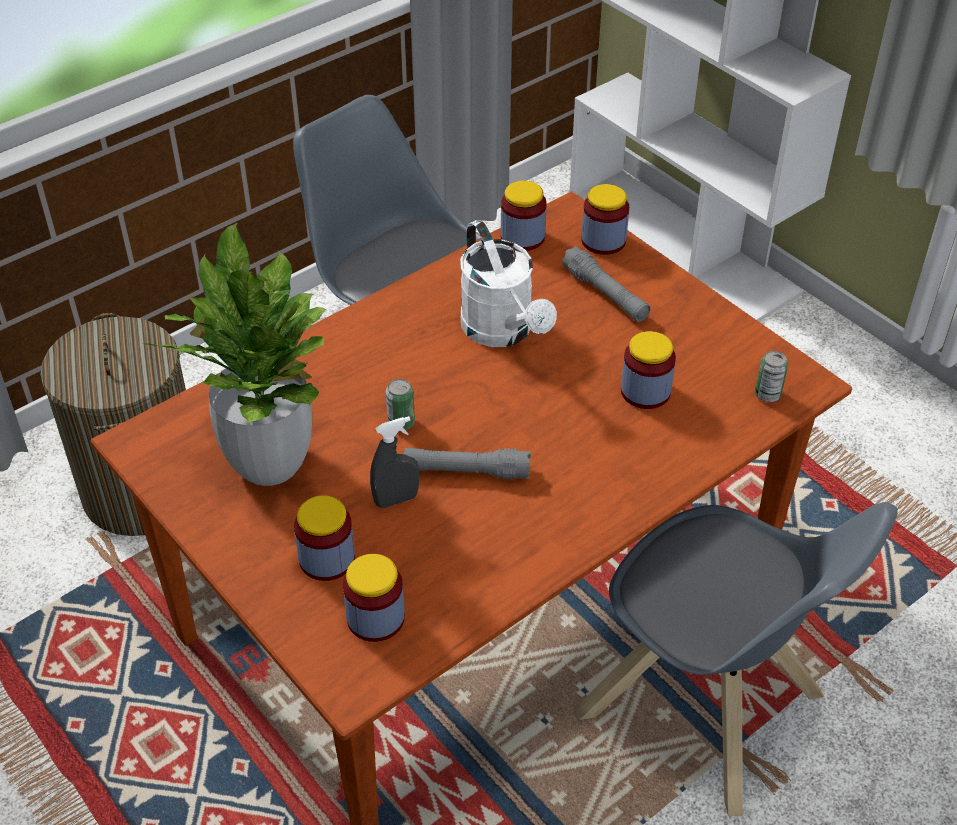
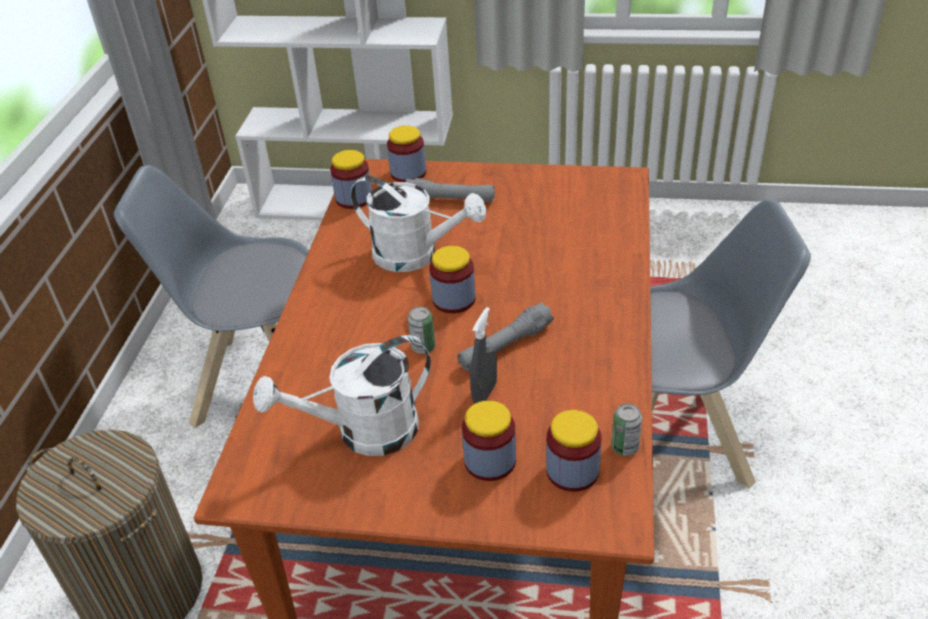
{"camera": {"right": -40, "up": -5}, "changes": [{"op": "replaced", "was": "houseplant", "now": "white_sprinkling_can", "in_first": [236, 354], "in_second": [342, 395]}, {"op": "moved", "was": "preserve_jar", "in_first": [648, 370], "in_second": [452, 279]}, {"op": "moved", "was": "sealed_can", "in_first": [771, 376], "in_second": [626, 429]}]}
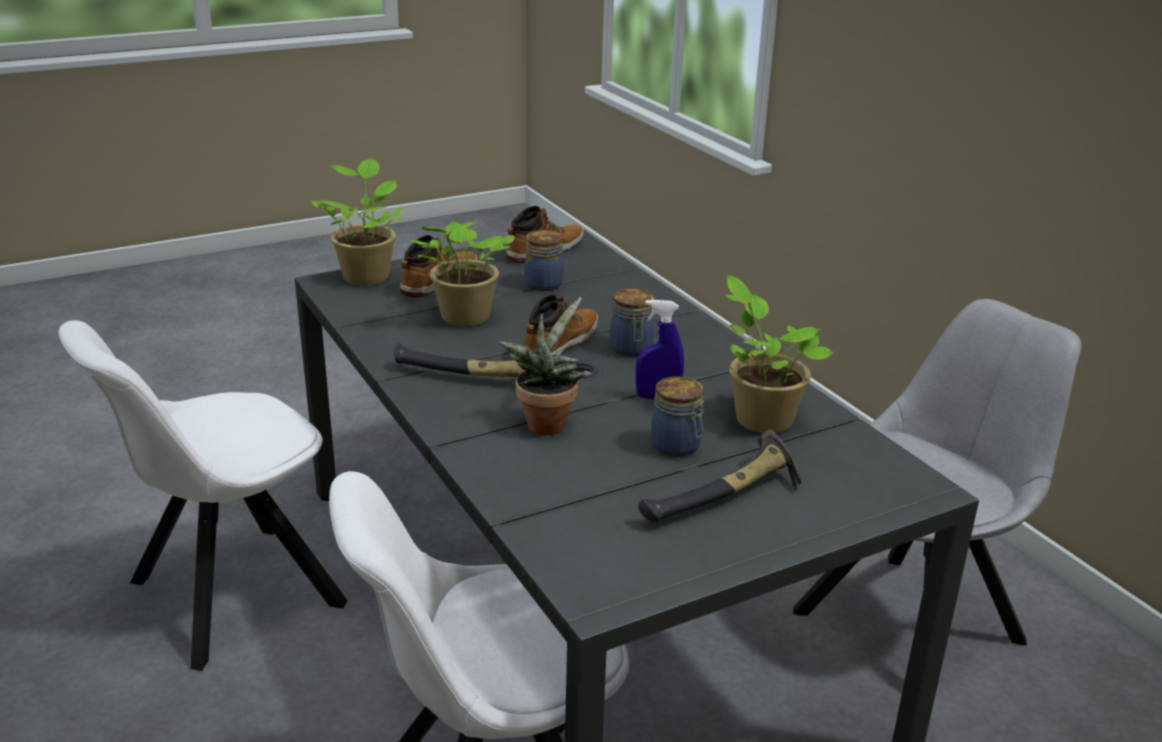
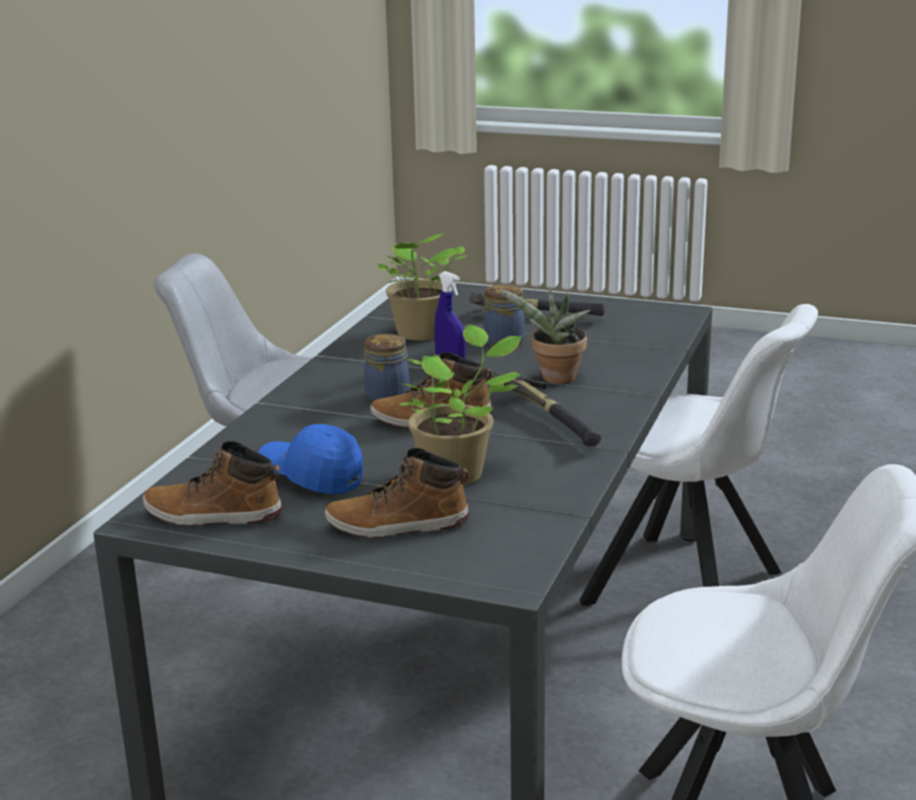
{"camera": {"right": -130, "up": -5}, "changes": [{"op": "removed", "was": "houseplant", "in_first": [356, 222]}, {"op": "replaced", "was": "preserve_jar", "now": "blue-coloured_peaked_cap", "in_first": [544, 260], "in_second": [310, 459]}]}
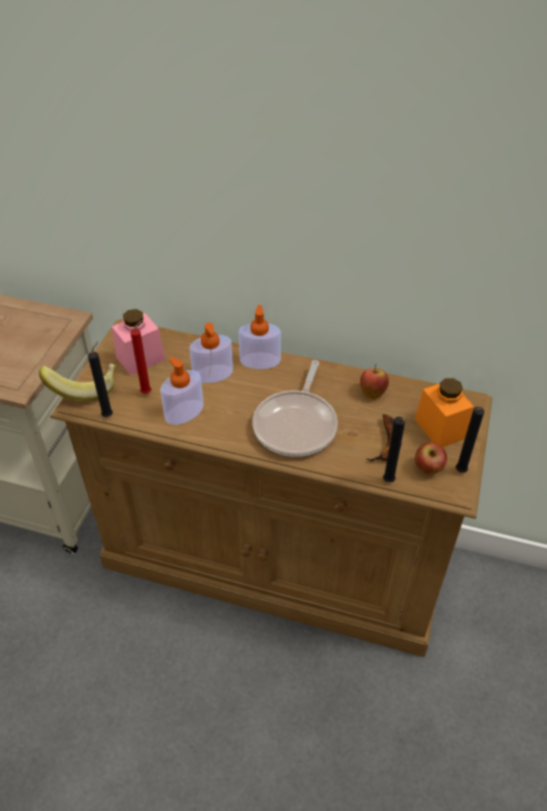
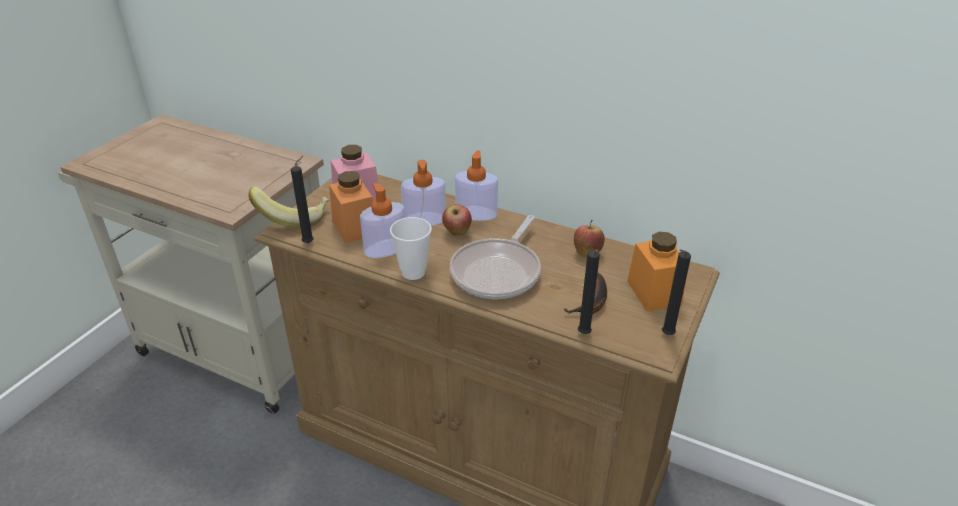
{"camera": {"right": 10, "up": -10}, "changes": [{"op": "replaced", "was": "red-coloured_wax_candle", "now": "orangey_preserve_jar", "in_first": [140, 357], "in_second": [351, 207]}, {"op": "moved", "was": "apple", "in_first": [431, 458], "in_second": [457, 220]}, {"op": "added", "now": "cup", "in_second": [411, 248]}]}
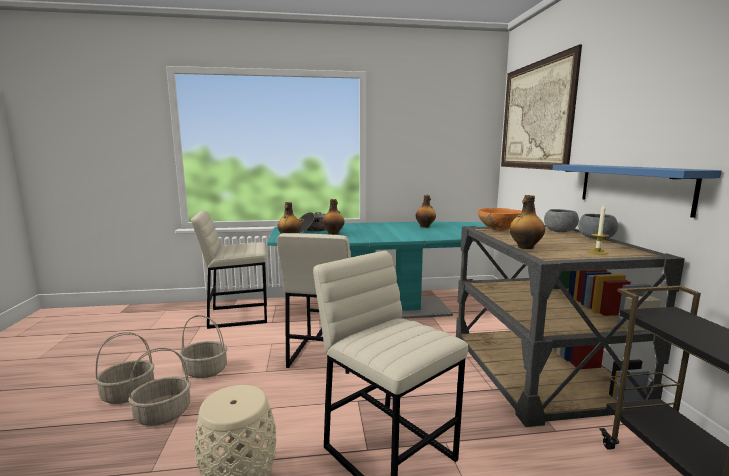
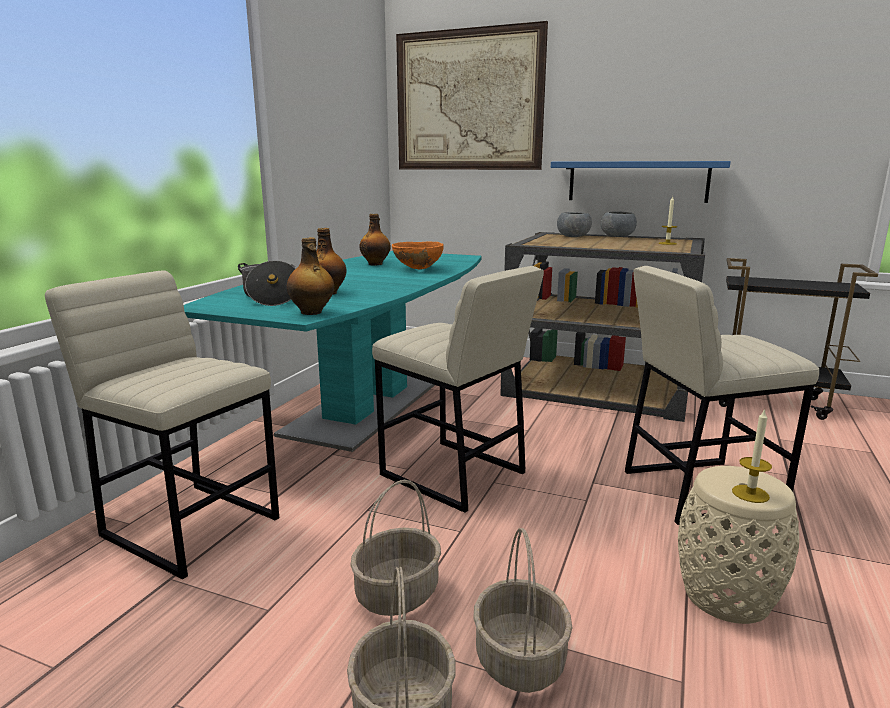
{"camera": {"right": -60, "up": 5}, "changes": [{"op": "removed", "was": "beverage_bottle", "in_first": [527, 222]}, {"op": "moved", "was": "orangey_bowl", "in_first": [500, 219], "in_second": [418, 255]}, {"op": "turned", "was": "beige-coloured_chair", "in_first": [229, 270], "in_second": [162, 424], "clockwise": 105}, {"op": "added", "now": "wax_candle", "in_second": [752, 456]}]}
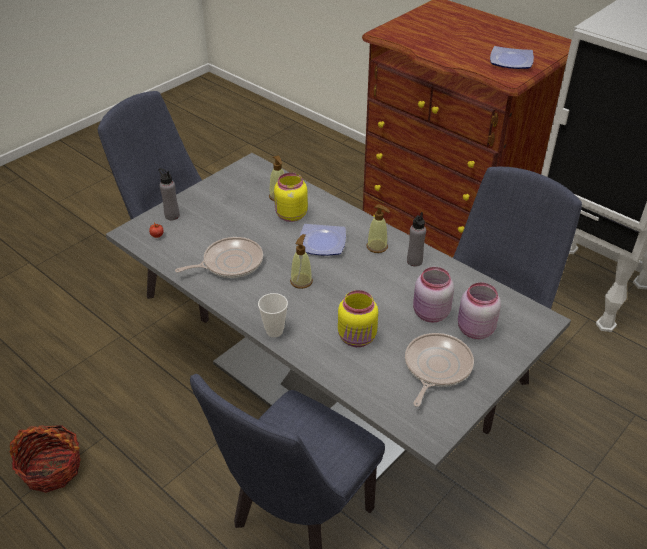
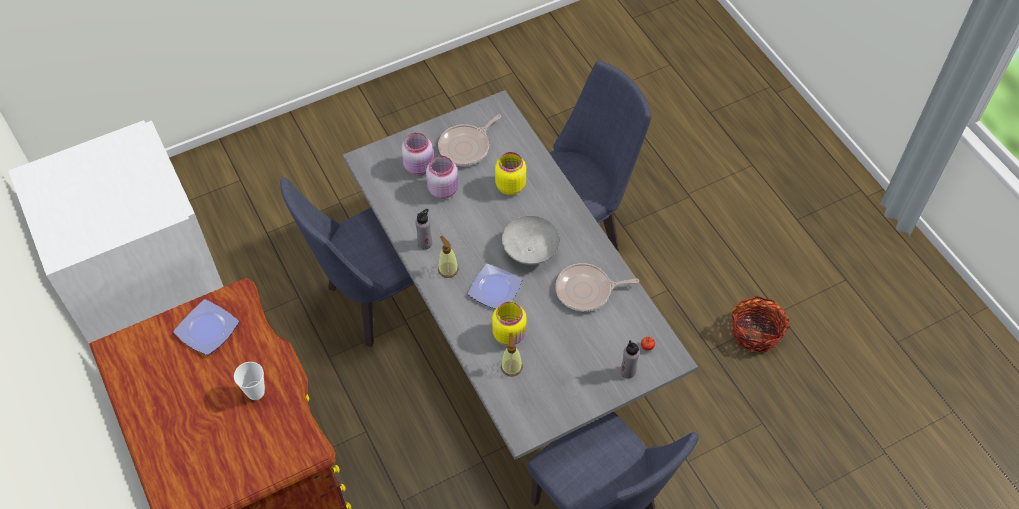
{"camera": {"right": -160, "up": 15}, "changes": [{"op": "replaced", "was": "soap_dispenser", "now": "greyish_bowl", "in_first": [301, 261], "in_second": [531, 240]}, {"op": "moved", "was": "cup", "in_first": [273, 315], "in_second": [249, 381]}]}
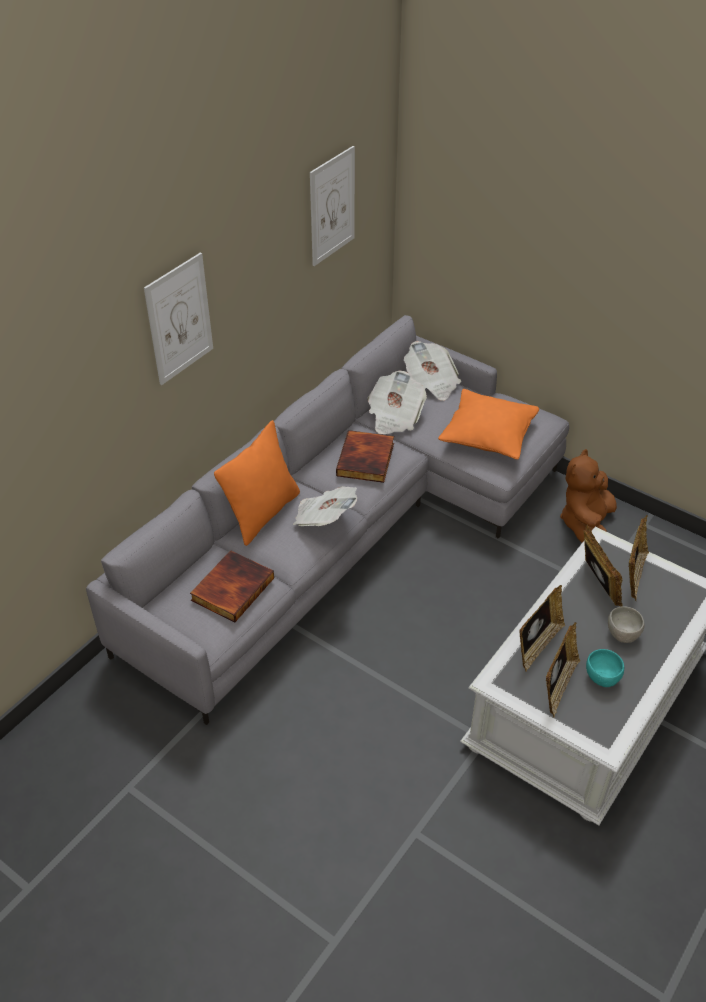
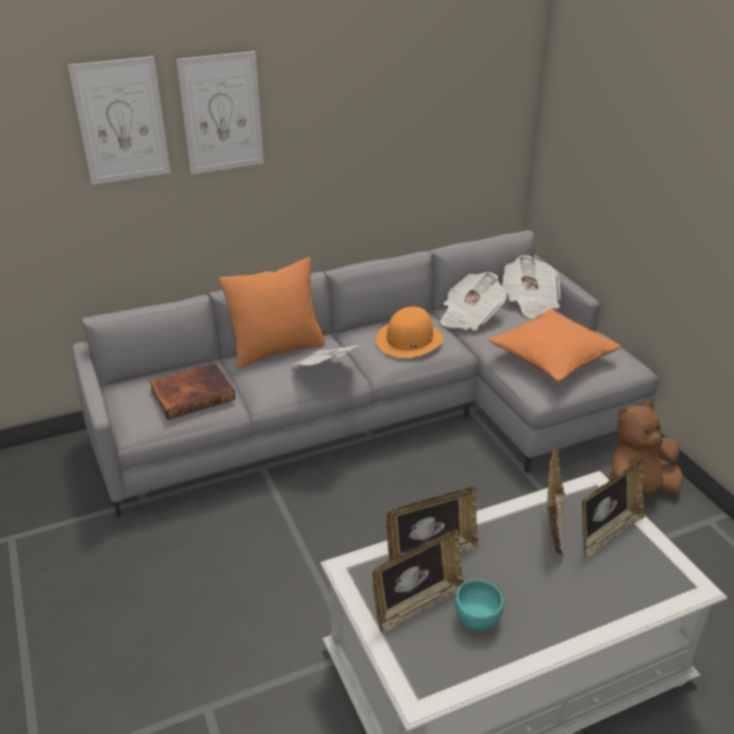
{"camera": {"right": 30, "up": -10}, "changes": [{"op": "moved", "was": "picture", "in_first": [332, 206], "in_second": [119, 120]}, {"op": "replaced", "was": "volume", "now": "orangey_wearable_hat", "in_first": [365, 456], "in_second": [409, 332]}, {"op": "removed", "was": "greyish_bowl", "in_first": [626, 624]}]}
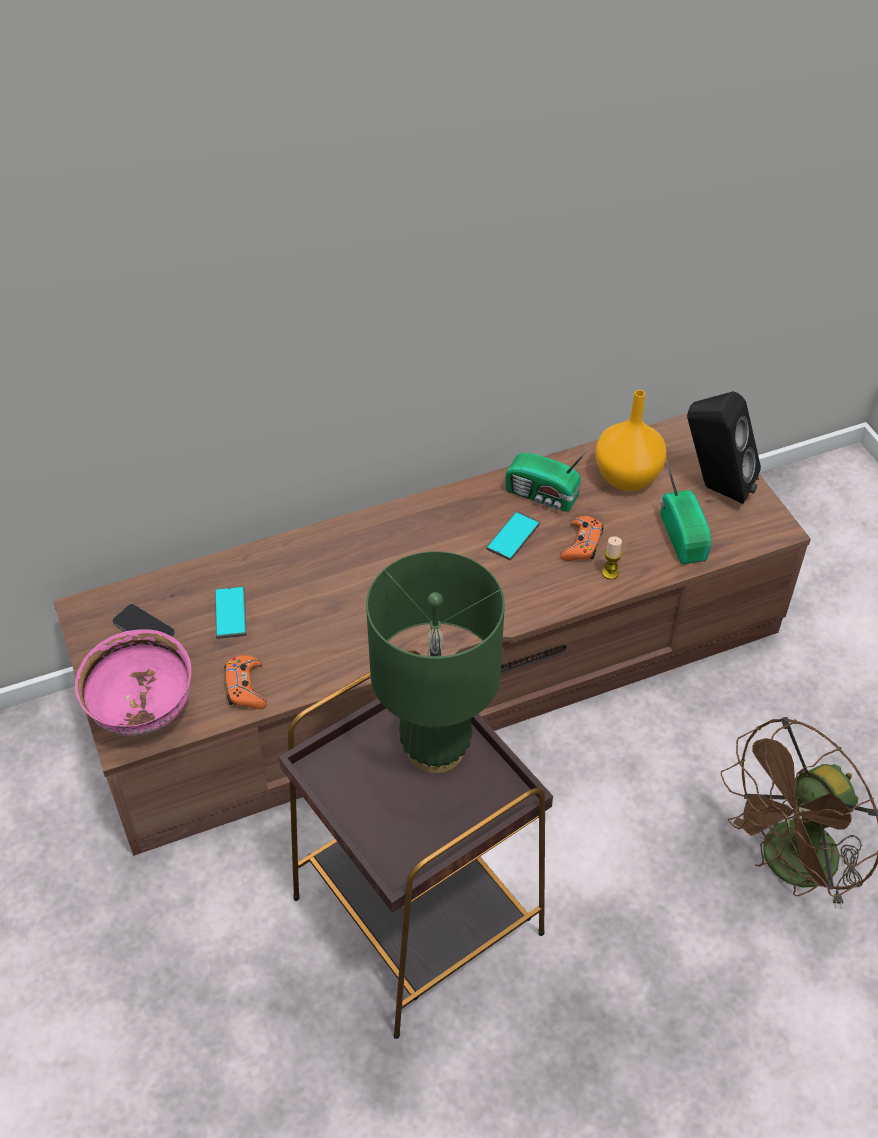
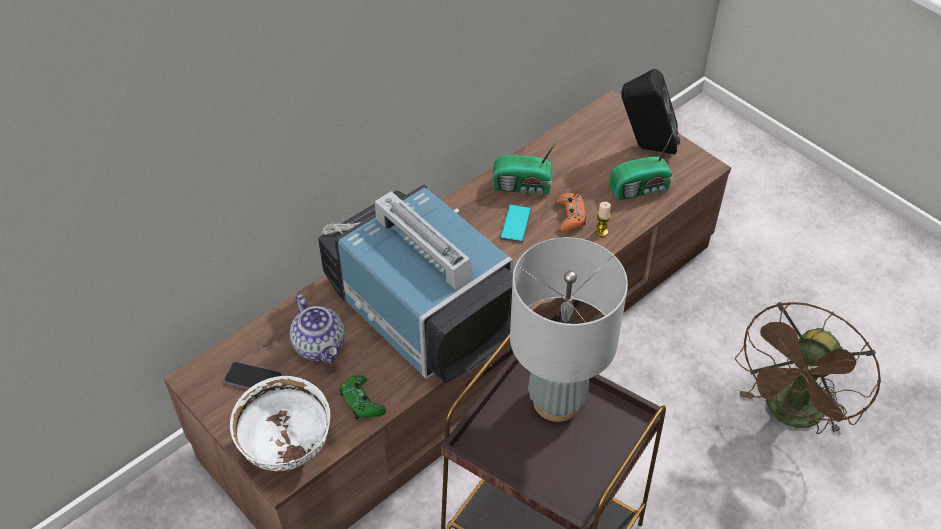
{"camera": {"right": -20, "up": 0}, "changes": [{"op": "removed", "was": "orangey_decorative_vase", "in_first": [630, 440]}, {"op": "turned", "was": "radio_receiver", "in_first": [685, 511], "in_second": [641, 166], "clockwise": 105}, {"op": "recoloured", "was": "green-coloured_tabletop_lamp", "now": "greyish_tabletop_lamp", "in_first": [435, 662], "in_second": [569, 329]}, {"op": "replaced", "was": "telephone", "now": "pot_for_tea", "in_first": [231, 612], "in_second": [317, 329]}, {"op": "recoloured", "was": "pink-coloured_bowl", "now": "white_bowl", "in_first": [133, 682], "in_second": [280, 423]}, {"op": "recoloured", "was": "orangey_gamepad", "now": "green-coloured_gamepad", "in_first": [245, 682], "in_second": [363, 397]}, {"op": "added", "now": "TV_set", "in_second": [415, 283]}]}
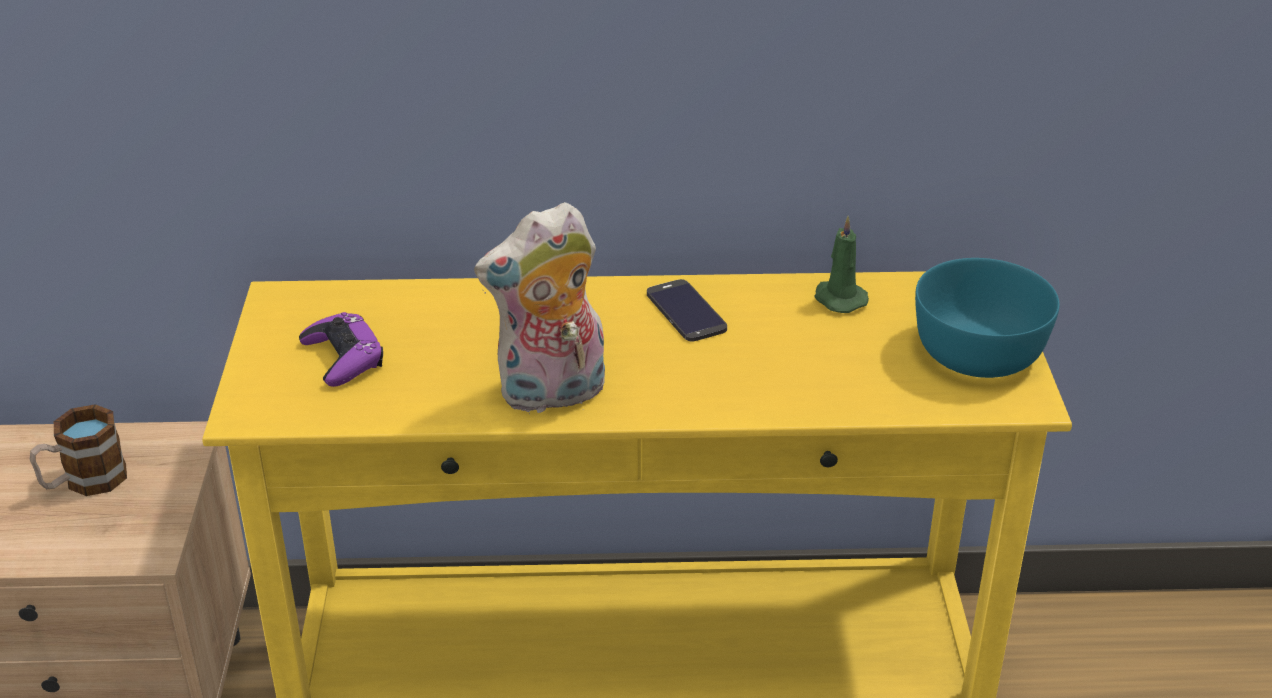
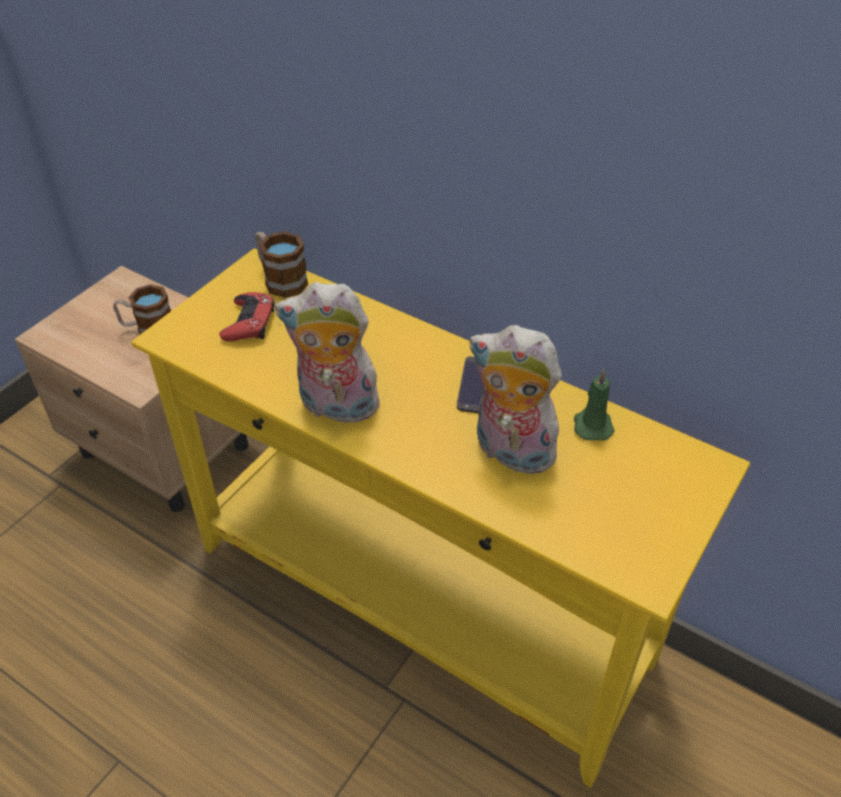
{"camera": {"right": 35, "up": 10}, "changes": [{"op": "removed", "was": "blue-green_bowl", "in_first": [987, 318]}, {"op": "recoloured", "was": "purple-coloured_gamepad", "now": "red-coloured_gamepad", "in_first": [341, 349], "in_second": [247, 316]}, {"op": "added", "now": "mug", "in_second": [281, 264]}, {"op": "added", "now": "cuddly_toy", "in_second": [517, 400]}]}
